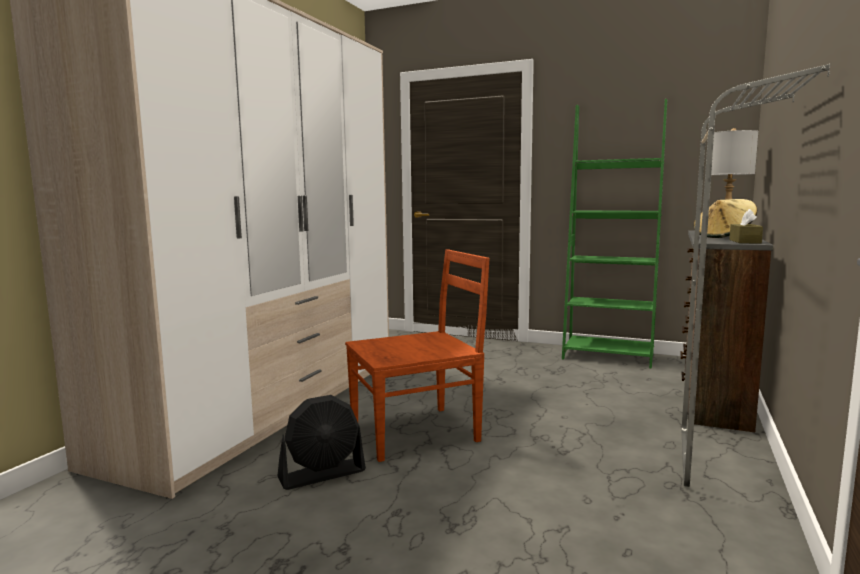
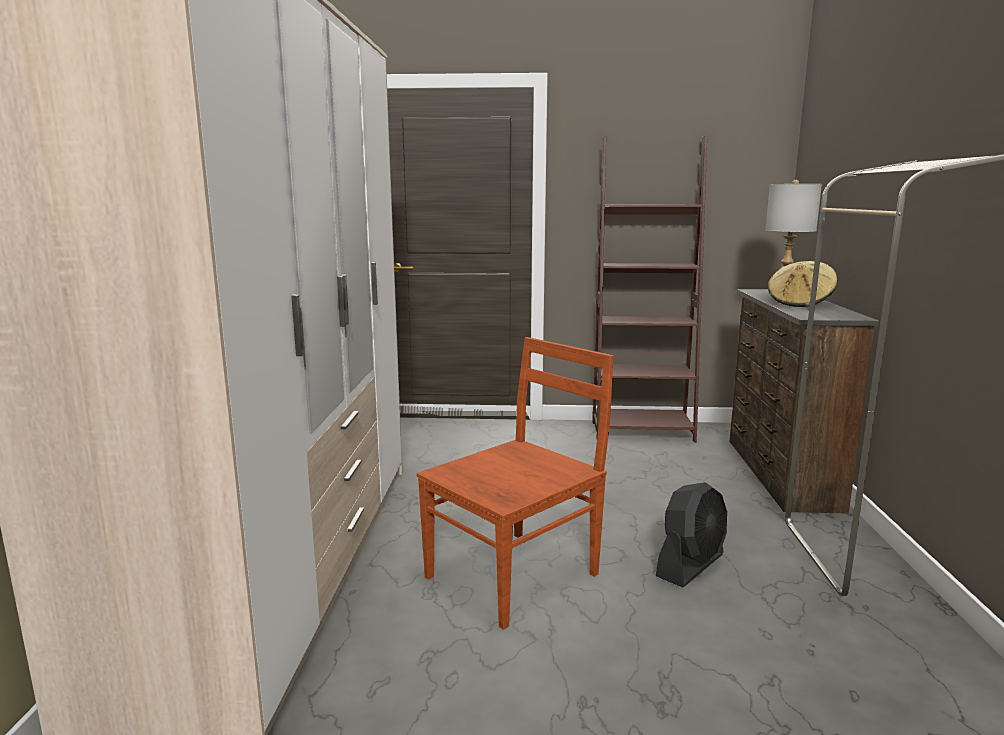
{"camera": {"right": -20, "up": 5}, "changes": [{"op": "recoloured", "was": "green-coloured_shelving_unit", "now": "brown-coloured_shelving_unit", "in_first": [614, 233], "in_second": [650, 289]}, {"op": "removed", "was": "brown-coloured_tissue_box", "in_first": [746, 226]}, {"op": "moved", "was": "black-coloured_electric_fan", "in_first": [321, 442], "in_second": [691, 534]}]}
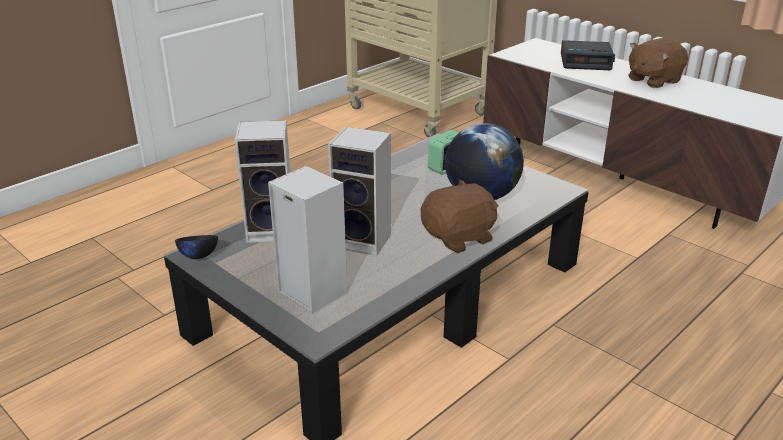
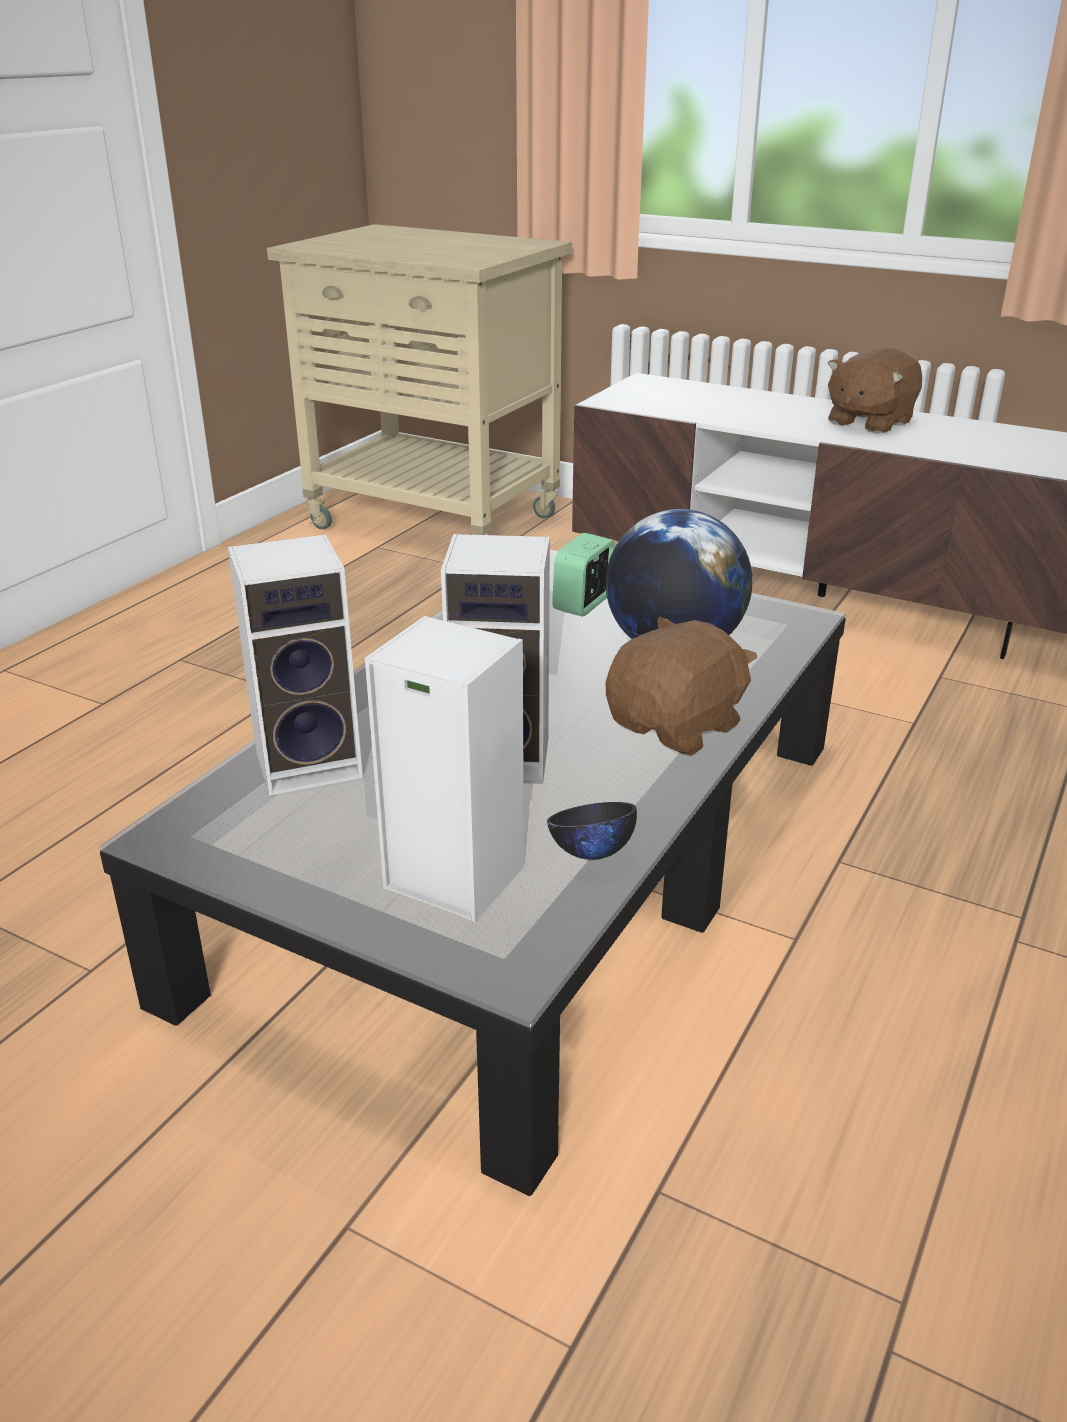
{"camera": {"right": -15, "up": 0}, "changes": [{"op": "removed", "was": "bedside_clock", "in_first": [588, 55]}, {"op": "moved", "was": "black-coloured_bowl", "in_first": [196, 247], "in_second": [592, 831]}]}
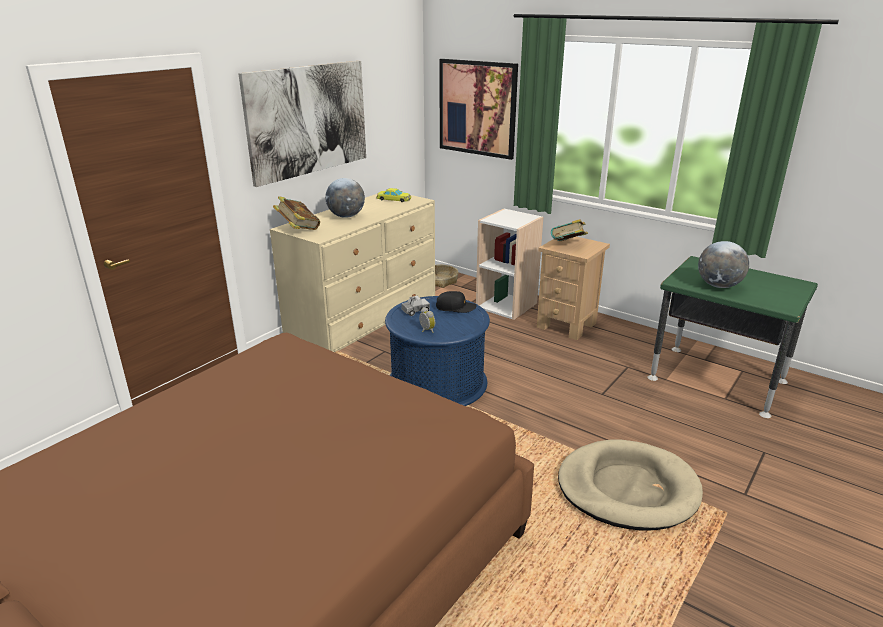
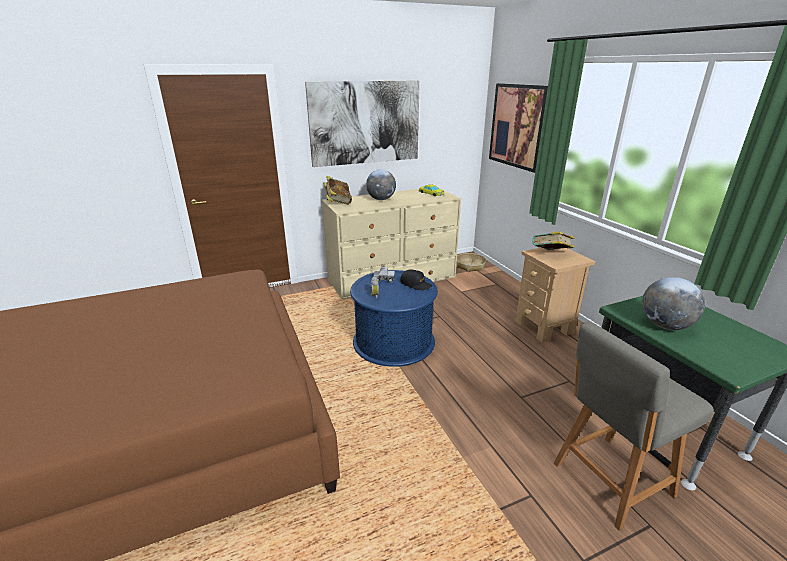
{"camera": {"right": 30, "up": 0}, "changes": [{"op": "removed", "was": "shelving_unit", "in_first": [509, 264]}, {"op": "removed", "was": "beige-coloured_dog_cushion", "in_first": [630, 485]}, {"op": "added", "now": "greyish_chair", "in_second": [634, 426]}]}
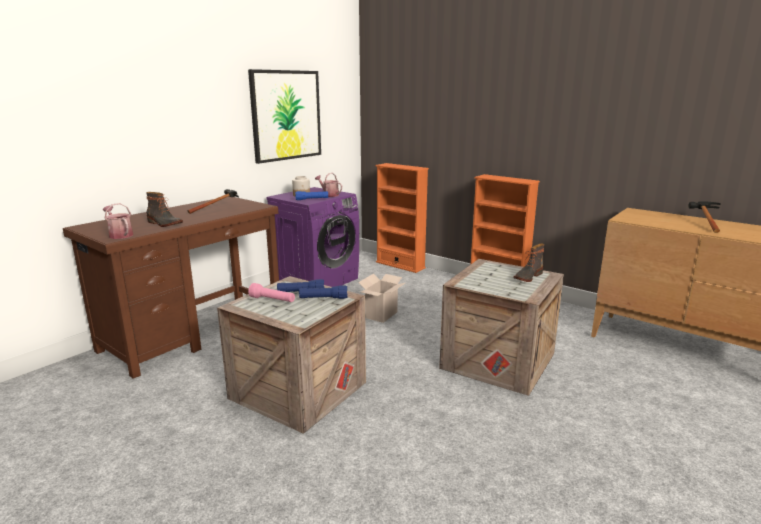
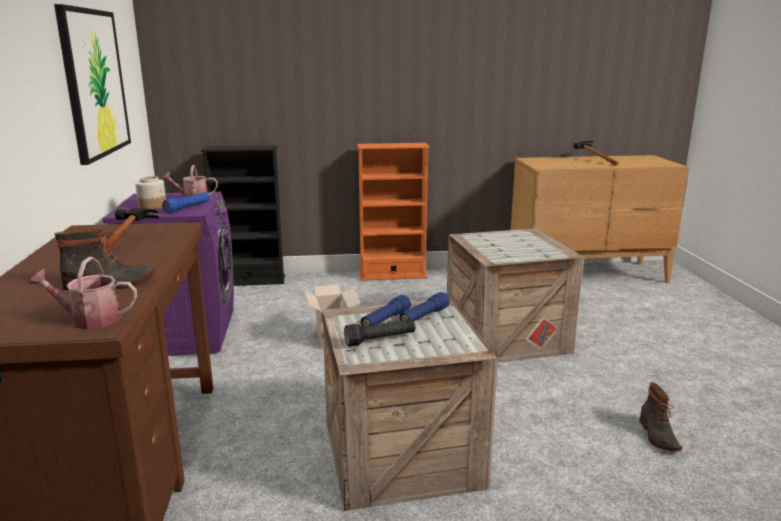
{"camera": {"right": -45, "up": 0}, "changes": [{"op": "recoloured", "was": "orangey_shelving_unit", "now": "black-coloured_shelving_unit", "in_first": [402, 218], "in_second": [243, 215]}, {"op": "moved", "was": "boot", "in_first": [529, 262], "in_second": [661, 416]}, {"op": "recoloured", "was": "pink-coloured_torch", "now": "black-coloured_torch", "in_first": [271, 292], "in_second": [379, 333]}]}
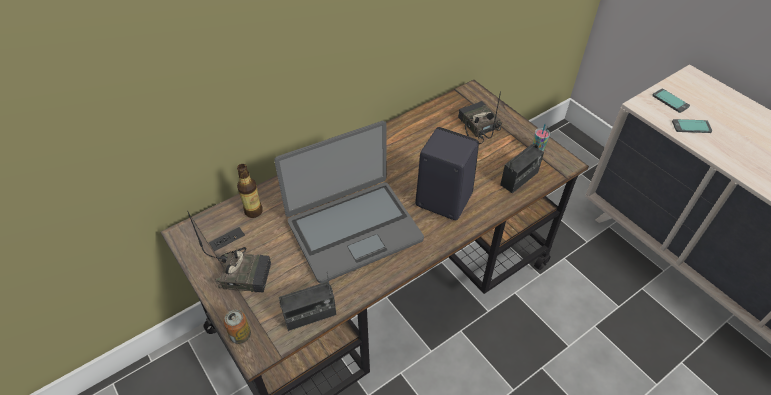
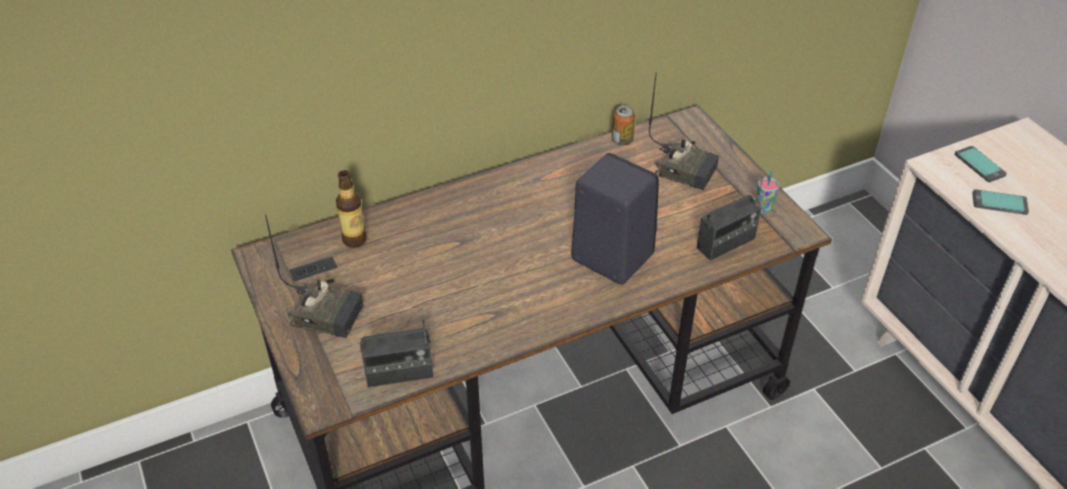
{"camera": {"right": 10, "up": -5}, "changes": [{"op": "turned", "was": "radio_receiver", "in_first": [480, 117], "in_second": [684, 131], "clockwise": 135}, {"op": "removed", "was": "notebook_computer", "in_first": [349, 202]}, {"op": "moved", "was": "sealed_can", "in_first": [237, 327], "in_second": [623, 125]}]}
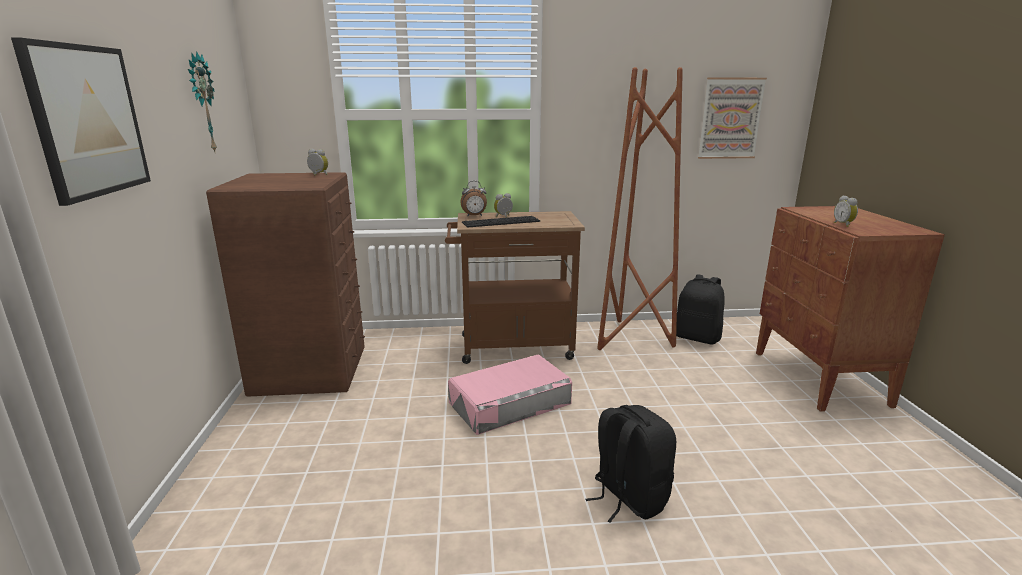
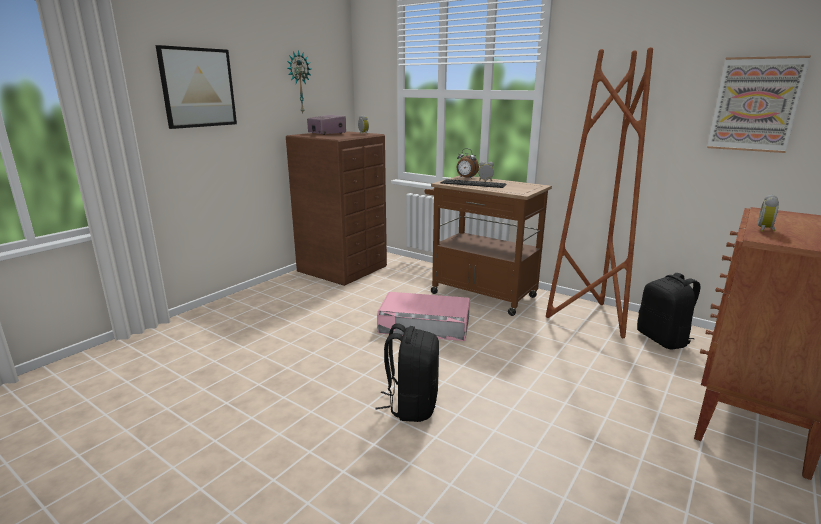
{"camera": {"right": 40, "up": 0}, "changes": [{"op": "added", "now": "radio_receiver", "in_second": [326, 125]}]}
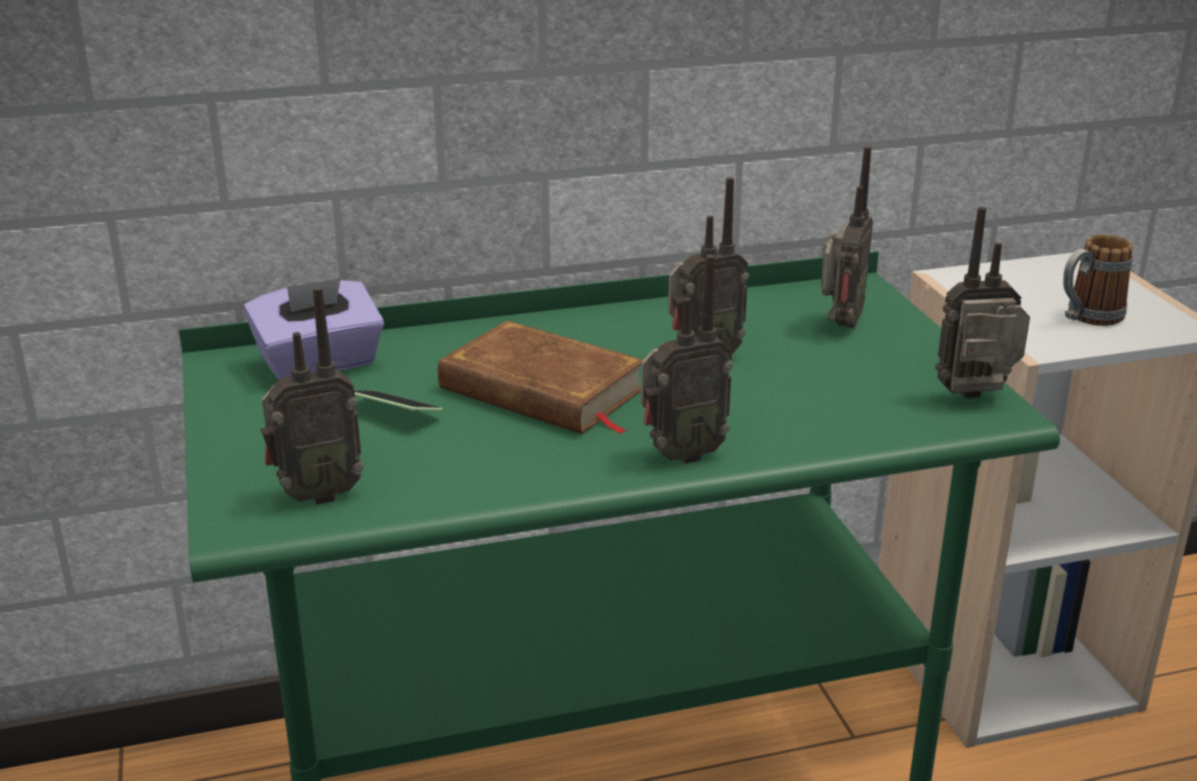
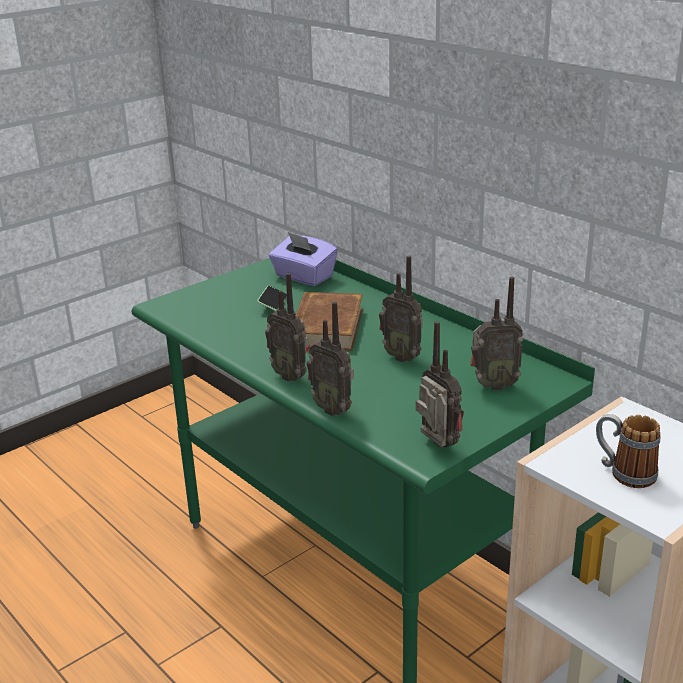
{"camera": {"right": 65, "up": 0}, "changes": [{"op": "moved", "was": "radio_receiver", "in_first": [312, 396], "in_second": [330, 358]}]}
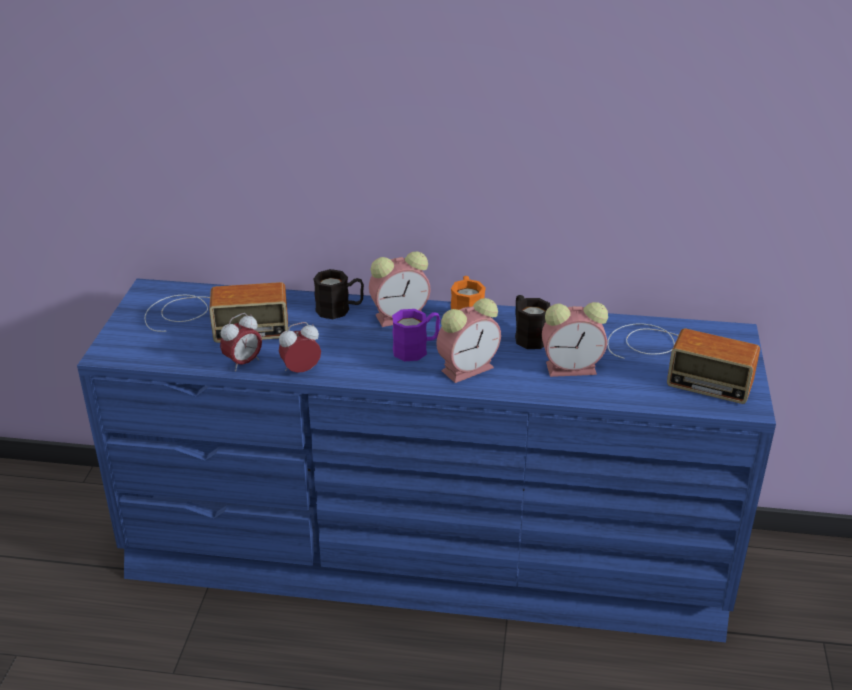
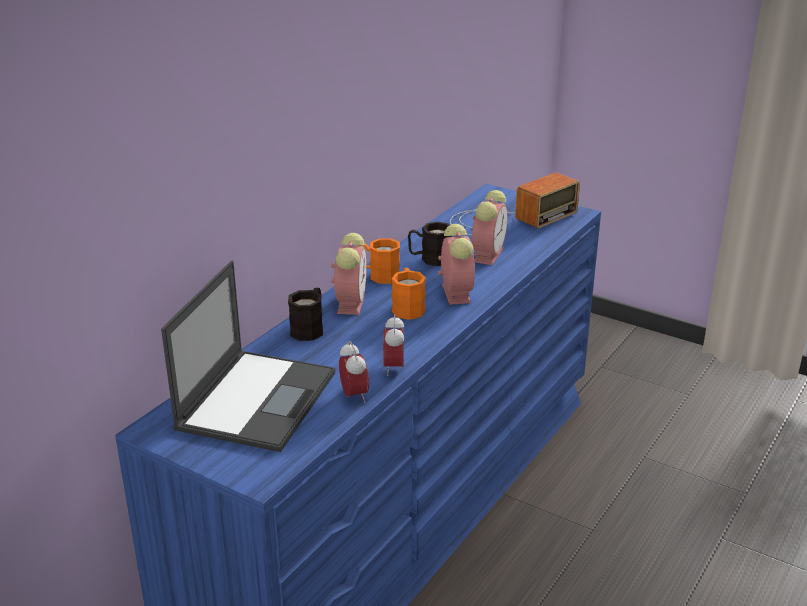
{"camera": {"right": -65, "up": -5}, "changes": [{"op": "replaced", "was": "radio_receiver", "now": "notebook_computer", "in_first": [216, 312], "in_second": [248, 356]}, {"op": "recoloured", "was": "purple-coloured_mug", "now": "orangey_mug", "in_first": [416, 335], "in_second": [409, 294]}]}
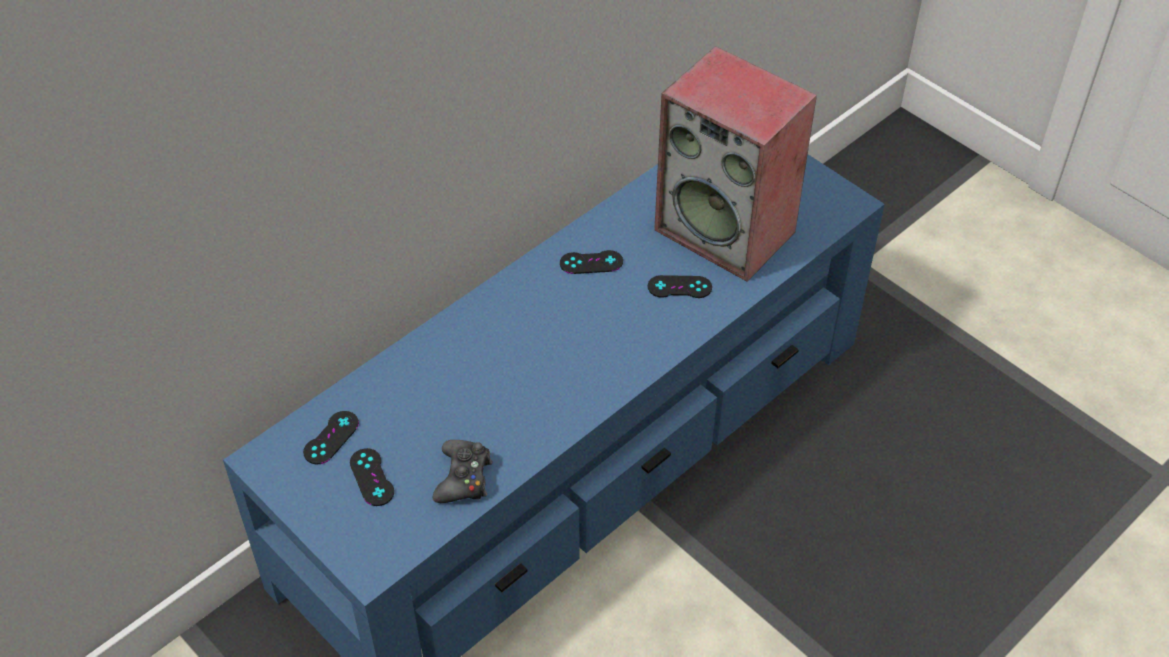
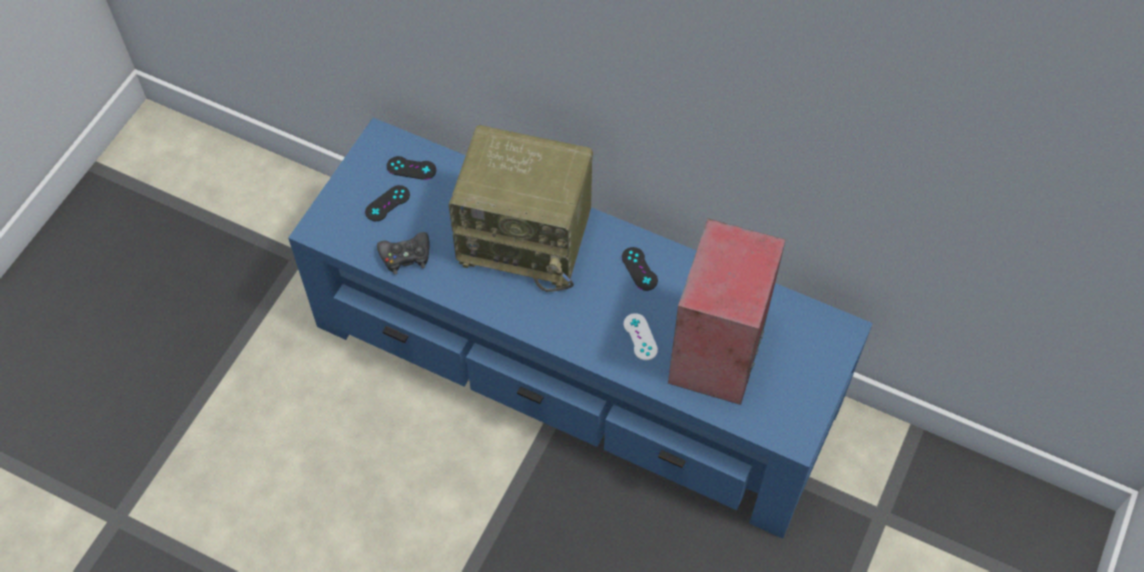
{"camera": {"right": 70, "up": 10}, "changes": [{"op": "recoloured", "was": "black-coloured_gamepad", "now": "white_gamepad", "in_first": [679, 286], "in_second": [641, 336]}, {"op": "added", "now": "radio_receiver", "in_second": [521, 208]}]}
